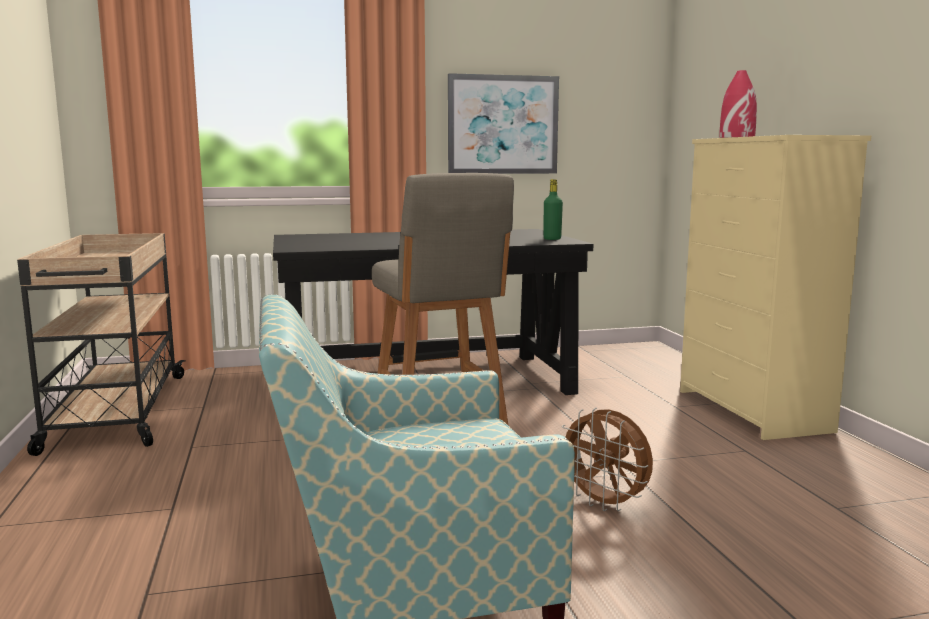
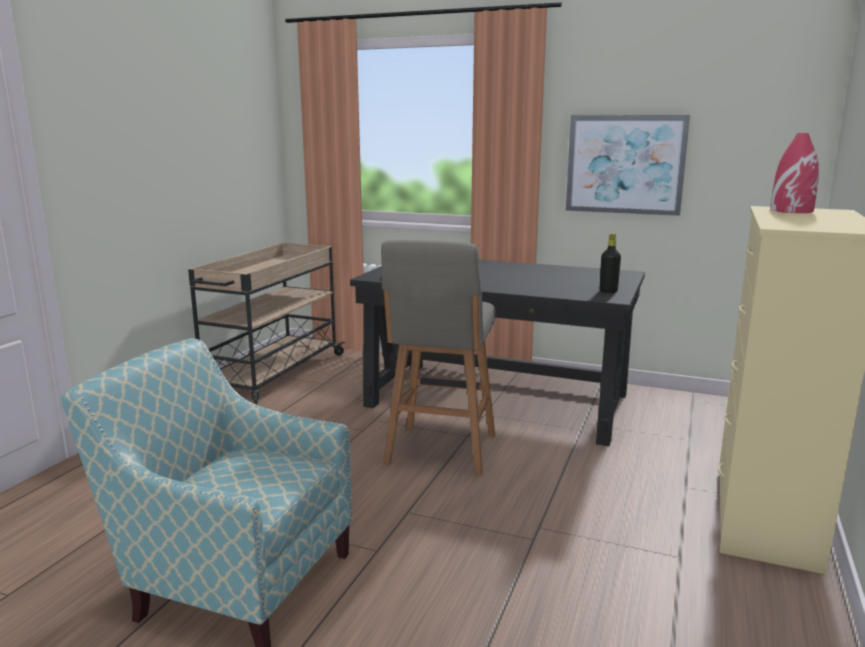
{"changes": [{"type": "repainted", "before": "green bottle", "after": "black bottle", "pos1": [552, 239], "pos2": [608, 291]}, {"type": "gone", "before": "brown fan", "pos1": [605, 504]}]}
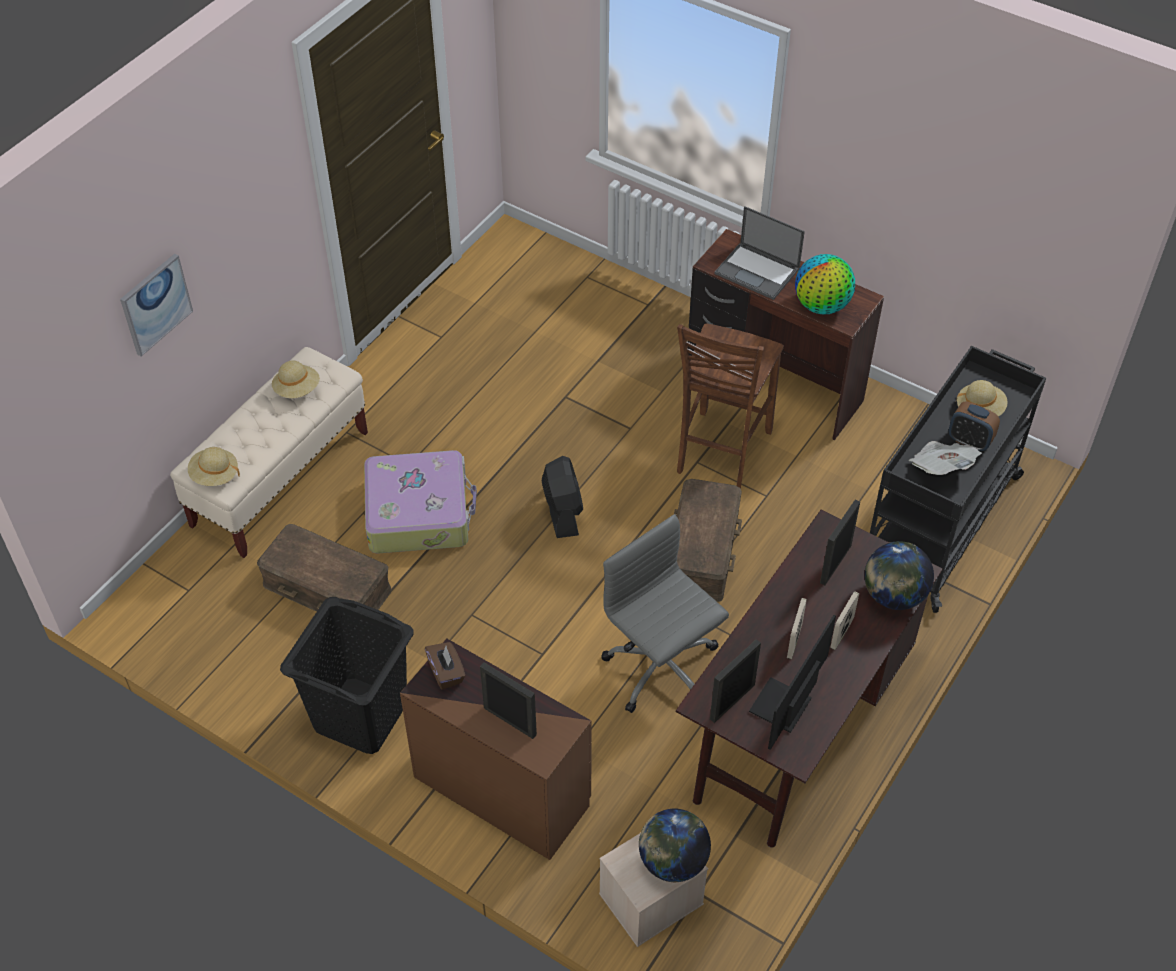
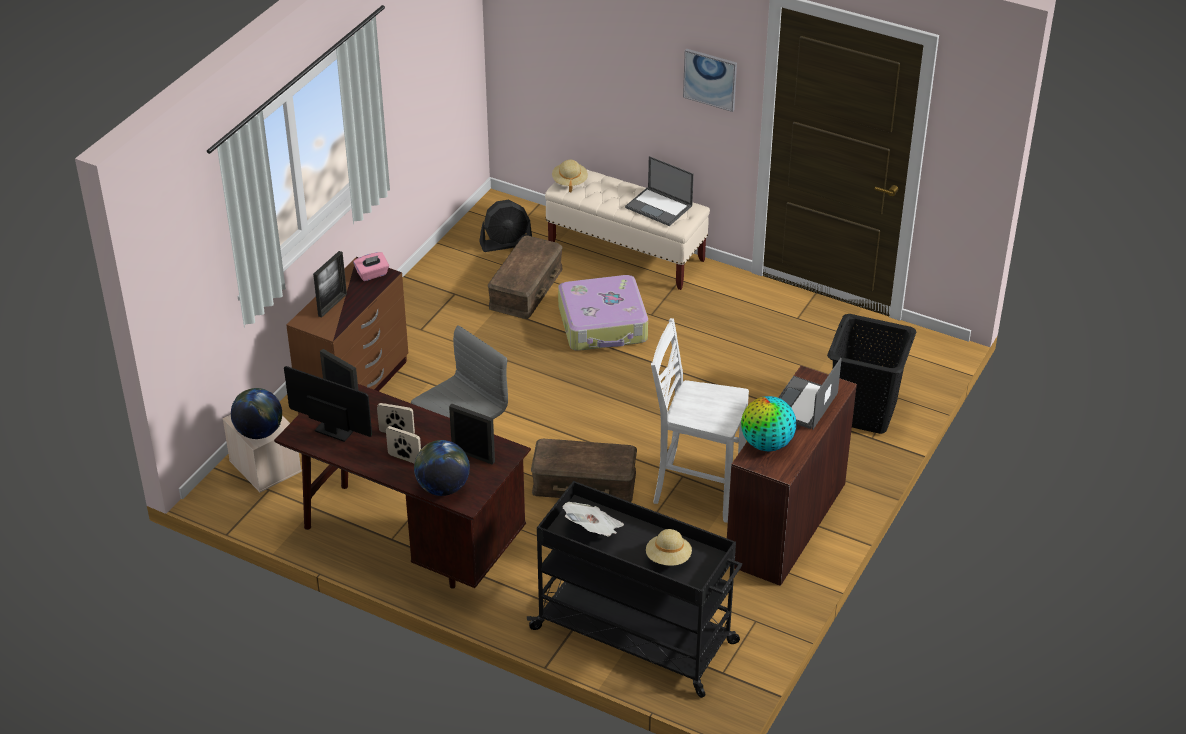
{"changes": [{"type": "shifted", "before": "picture", "pos1": [155, 304], "pos2": [710, 79]}, {"type": "swapped", "before": "beige hat", "after": "laptop", "pos1": [297, 389], "pos2": [659, 207]}, {"type": "shifted", "before": "black laundry basket", "pos1": [360, 716], "pos2": [863, 412]}, {"type": "repainted", "before": "brown tissue box", "after": "pink tissue box", "pos1": [446, 673], "pos2": [372, 274]}, {"type": "shifted", "before": "black fan", "pos1": [562, 511], "pos2": [506, 243]}, {"type": "repainted", "before": "brown chair", "after": "white chair", "pos1": [720, 453], "pos2": [696, 490]}, {"type": "gone", "before": "alarm clock", "pos1": [969, 441]}]}
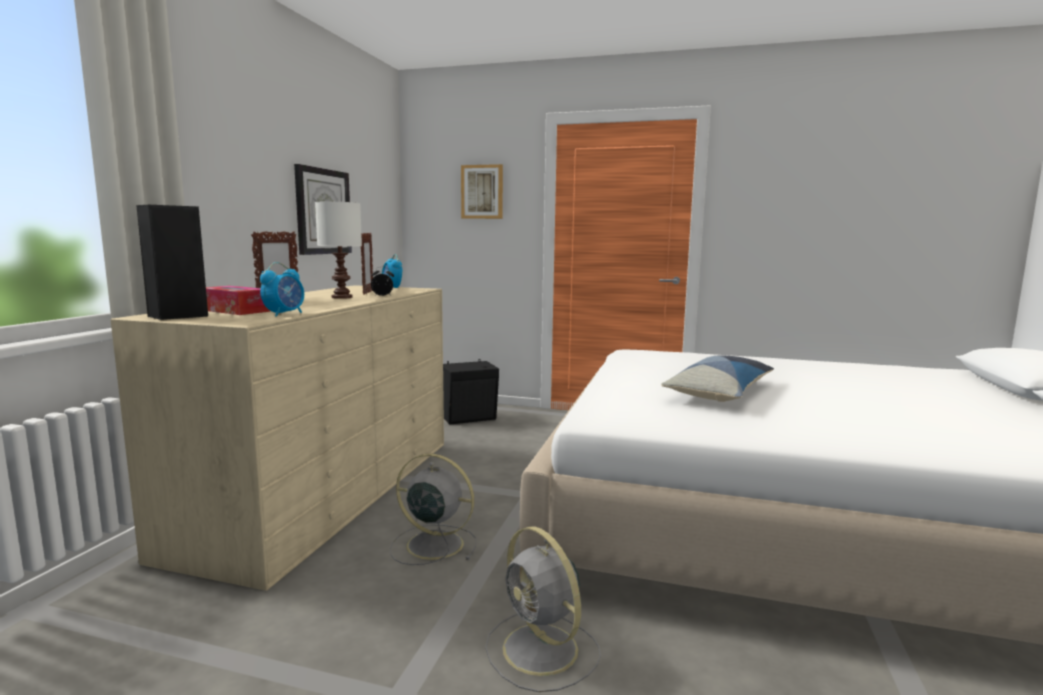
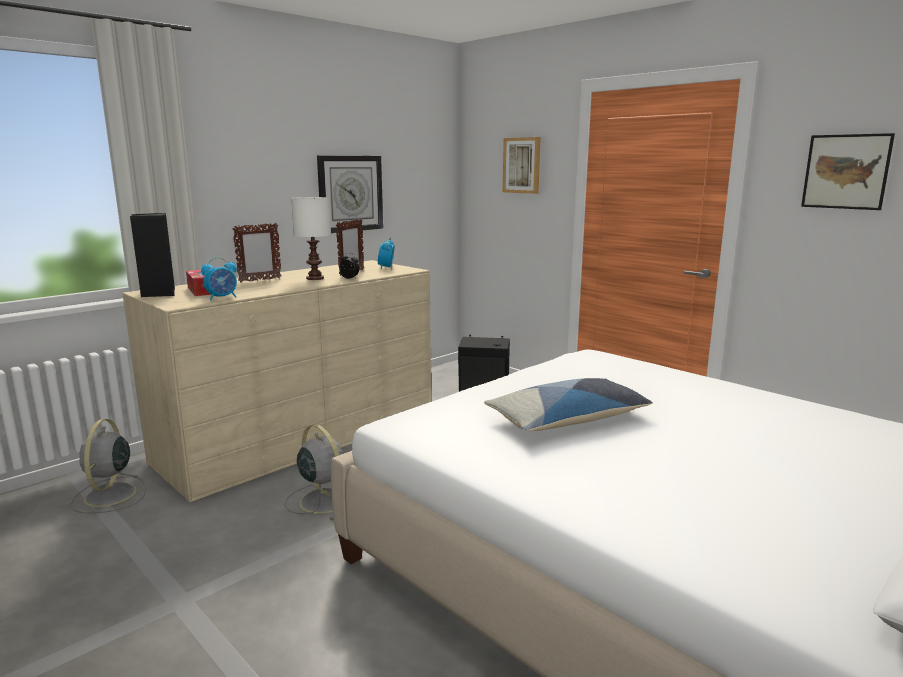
{"changes": [{"type": "shifted", "before": "grey fan", "pos1": [542, 651], "pos2": [109, 496]}, {"type": "new", "after": "picture", "pos2": [846, 171]}]}
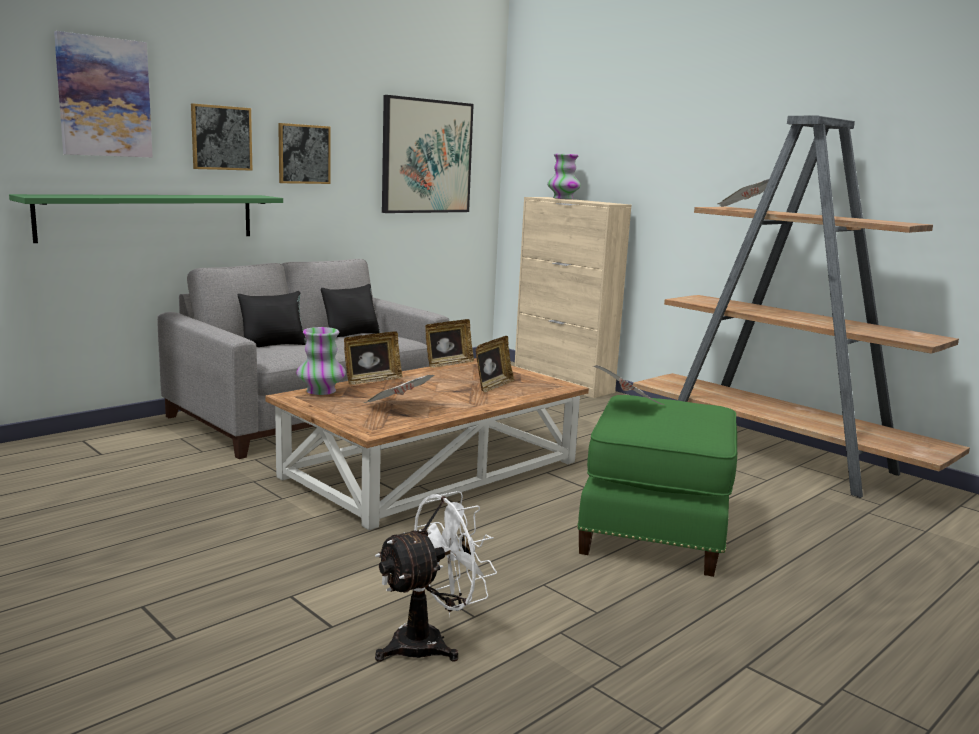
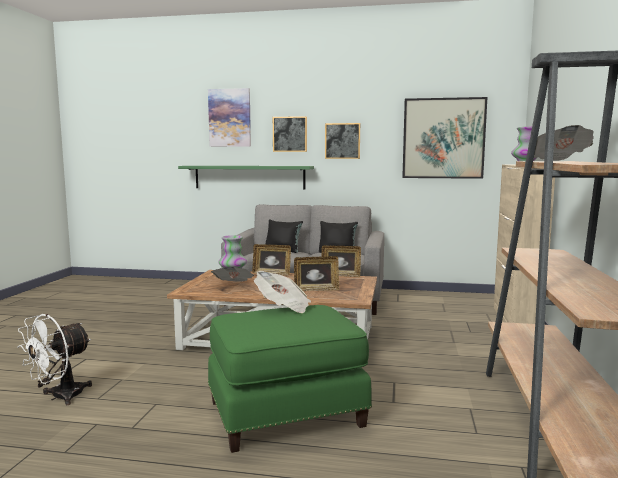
{"changes": [{"type": "rotated", "before": "white fan", "pos1": [430, 642], "pos2": [59, 397], "turn": 105}]}
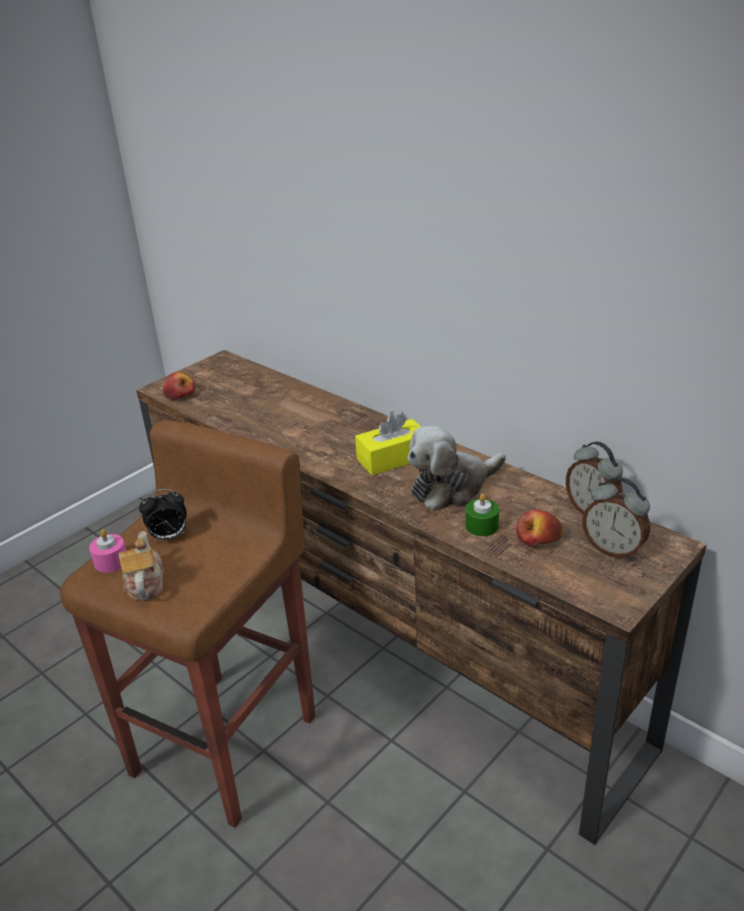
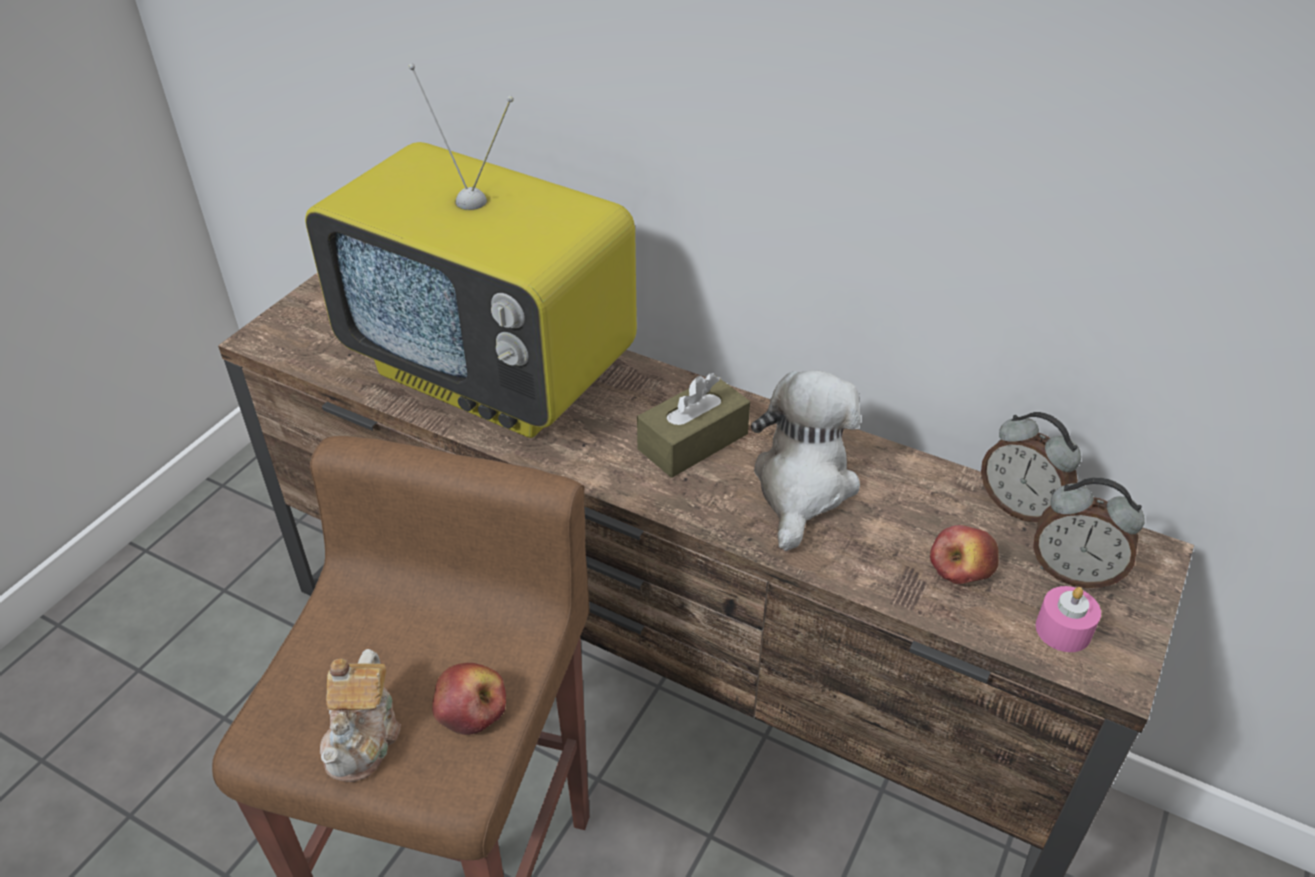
{"changes": [{"type": "shifted", "before": "pink candle", "pos1": [111, 561], "pos2": [1063, 630]}, {"type": "rotated", "before": "teapot", "pos1": [144, 583], "pos2": [364, 737], "turn": -150}, {"type": "gone", "before": "alarm clock", "pos1": [169, 537]}, {"type": "shifted", "before": "apple", "pos1": [180, 394], "pos2": [470, 707]}, {"type": "repainted", "before": "yellow tissue box", "after": "brown tissue box", "pos1": [392, 458], "pos2": [693, 441]}, {"type": "rotated", "before": "plush toy", "pos1": [452, 487], "pos2": [802, 486], "turn": 150}, {"type": "gone", "before": "green candle", "pos1": [481, 526]}, {"type": "new", "after": "television", "pos2": [494, 373]}]}
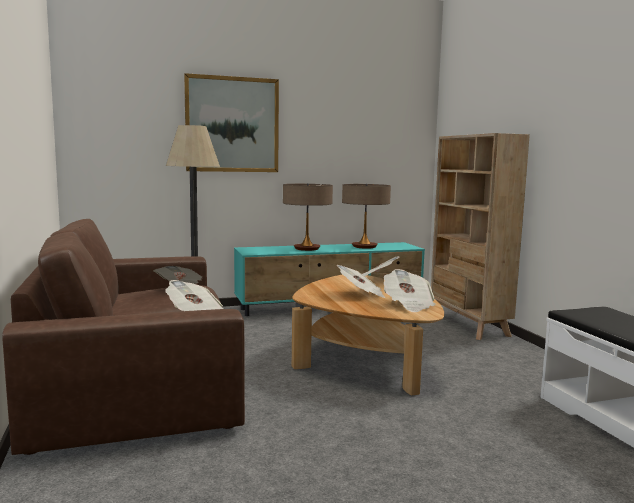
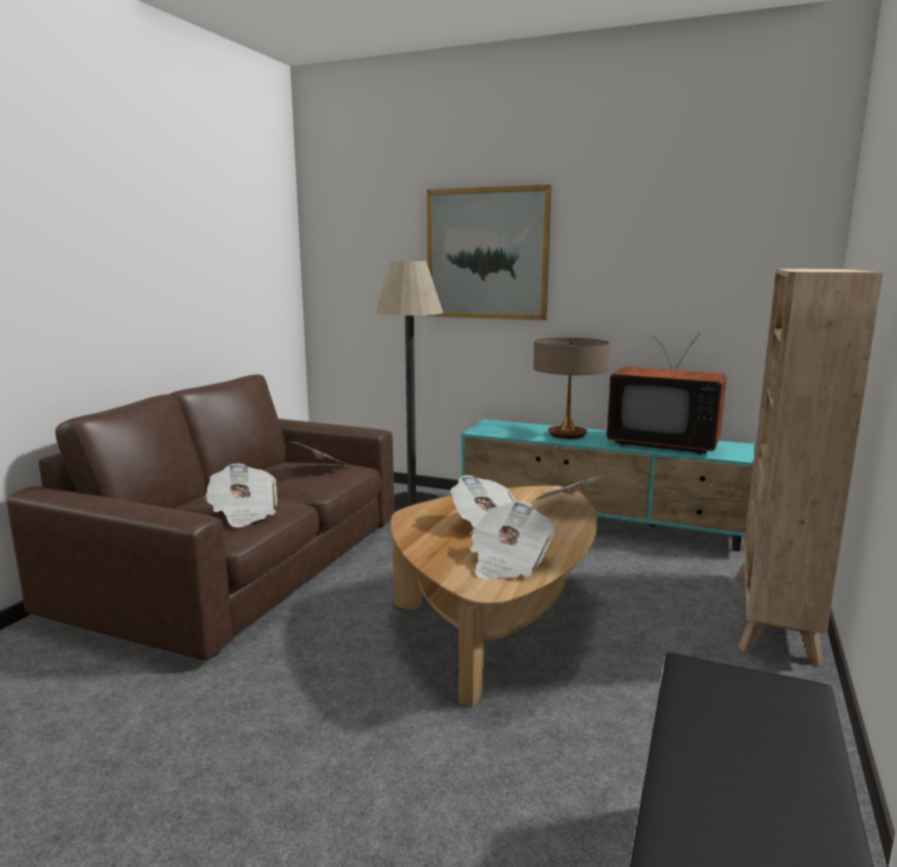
{"changes": [{"type": "swapped", "before": "table lamp", "after": "television", "pos1": [364, 246], "pos2": [662, 443]}]}
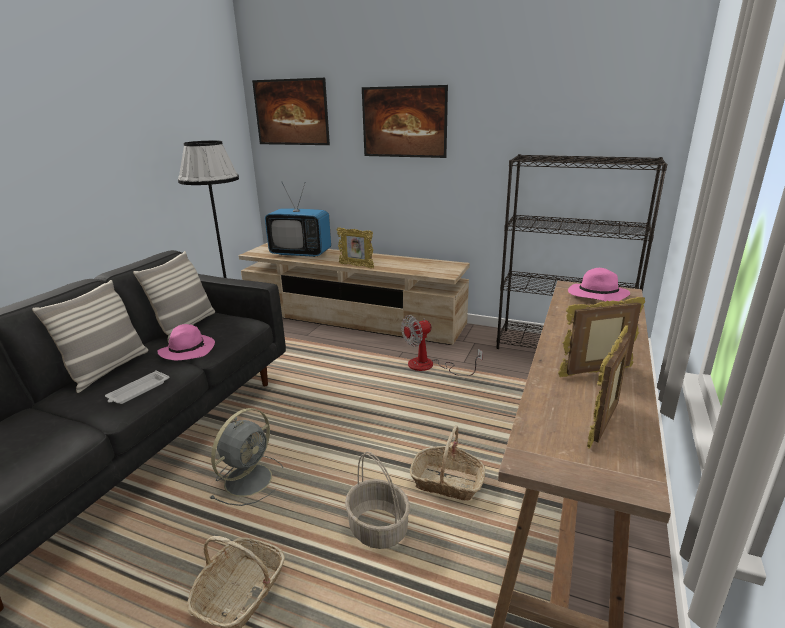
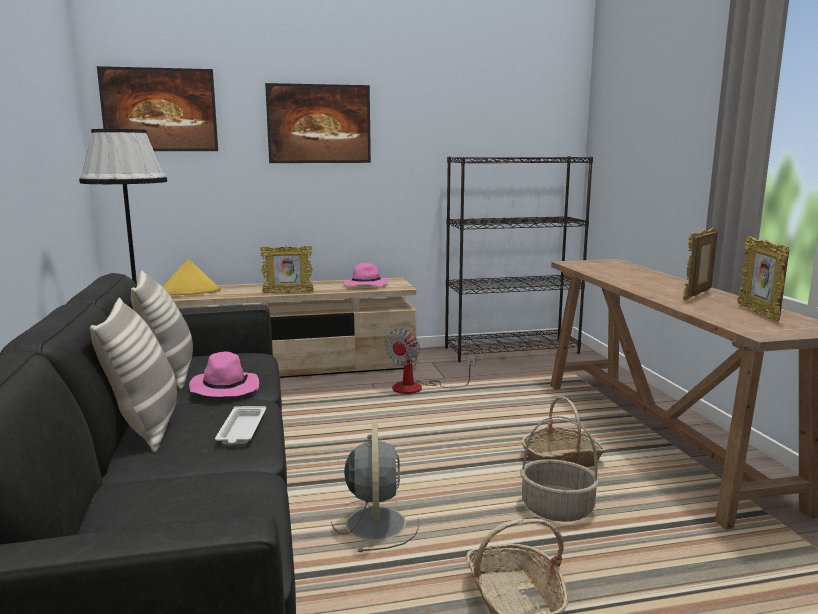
{"changes": [{"type": "swapped", "before": "television", "after": "yellow hat", "pos1": [301, 253], "pos2": [189, 292]}, {"type": "shifted", "before": "pink hat", "pos1": [596, 296], "pos2": [365, 285]}]}
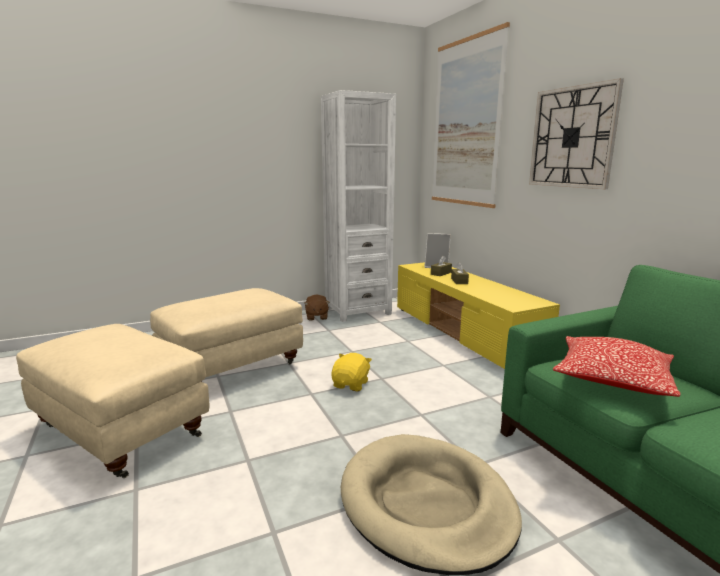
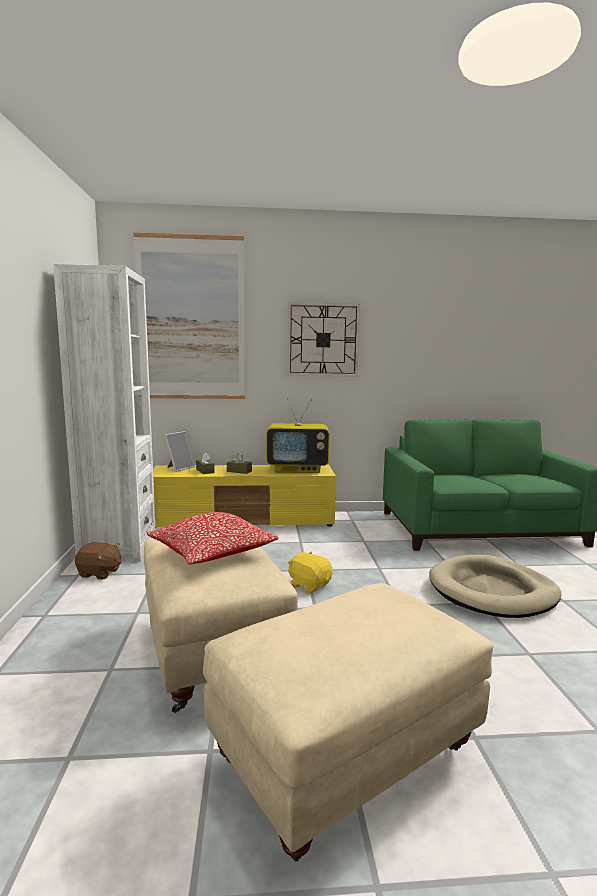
{"changes": [{"type": "shifted", "before": "pillow", "pos1": [612, 379], "pos2": [212, 552]}, {"type": "new", "after": "television", "pos2": [298, 469]}]}
